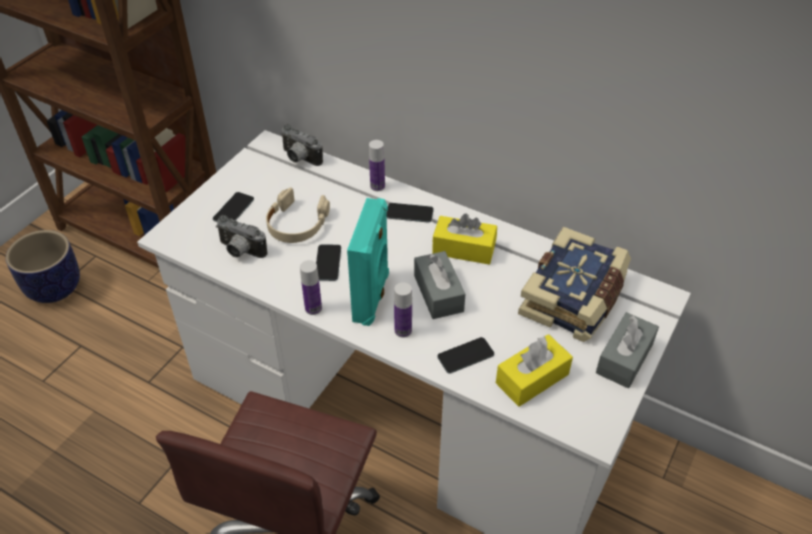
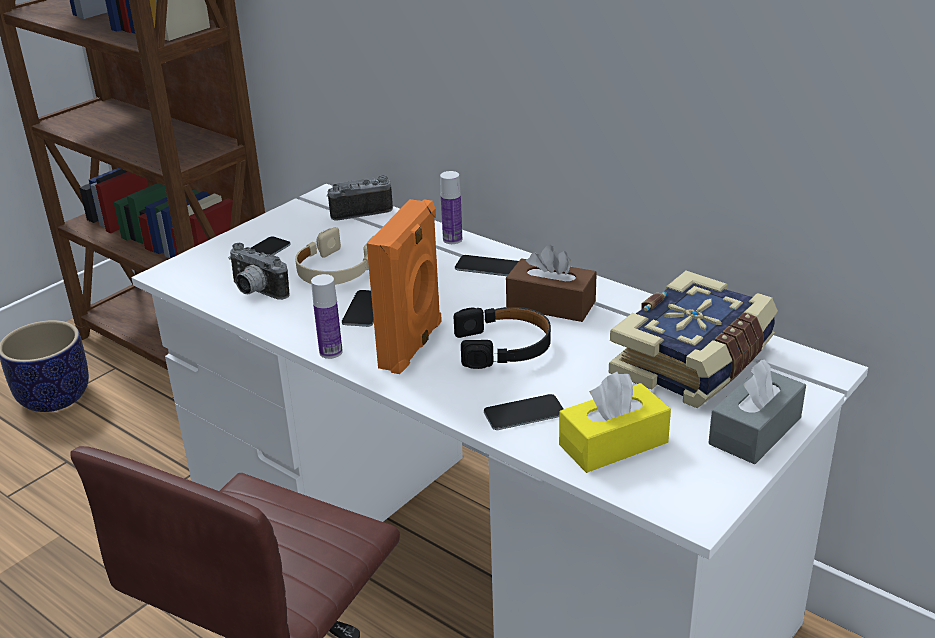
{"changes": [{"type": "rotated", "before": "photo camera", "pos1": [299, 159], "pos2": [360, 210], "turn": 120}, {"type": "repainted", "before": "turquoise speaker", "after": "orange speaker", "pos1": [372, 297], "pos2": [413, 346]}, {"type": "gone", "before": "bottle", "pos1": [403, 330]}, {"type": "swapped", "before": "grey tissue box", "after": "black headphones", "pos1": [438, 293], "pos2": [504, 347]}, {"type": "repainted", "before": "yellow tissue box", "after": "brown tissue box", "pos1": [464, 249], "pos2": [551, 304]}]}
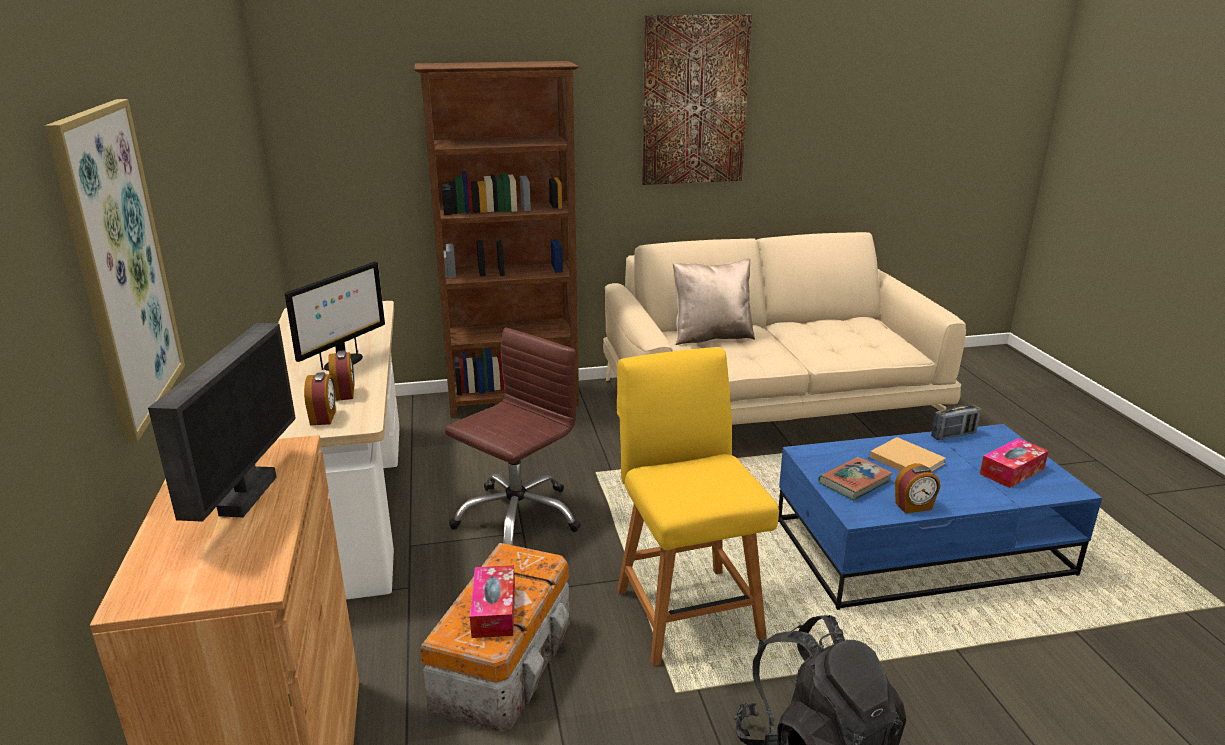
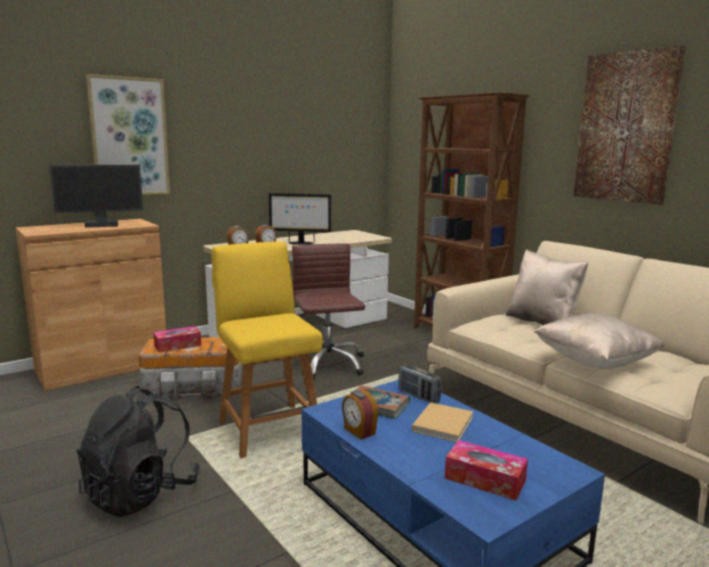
{"changes": [{"type": "rotated", "before": "brown office chair", "pos1": [517, 516], "pos2": [327, 364], "turn": -120}, {"type": "rotated", "before": "yellow chair", "pos1": [686, 610], "pos2": [268, 428], "turn": -75}, {"type": "shifted", "before": "radio", "pos1": [953, 435], "pos2": [418, 396]}, {"type": "new", "after": "beige pillow", "pos2": [595, 362]}]}
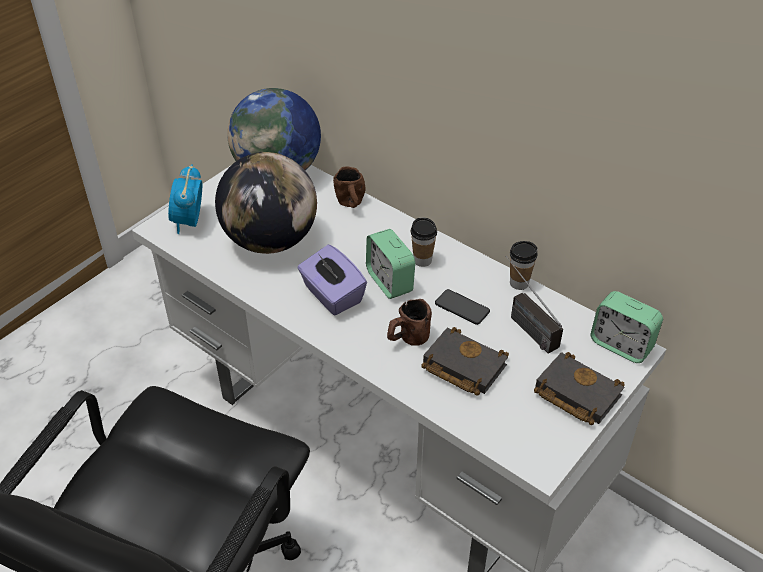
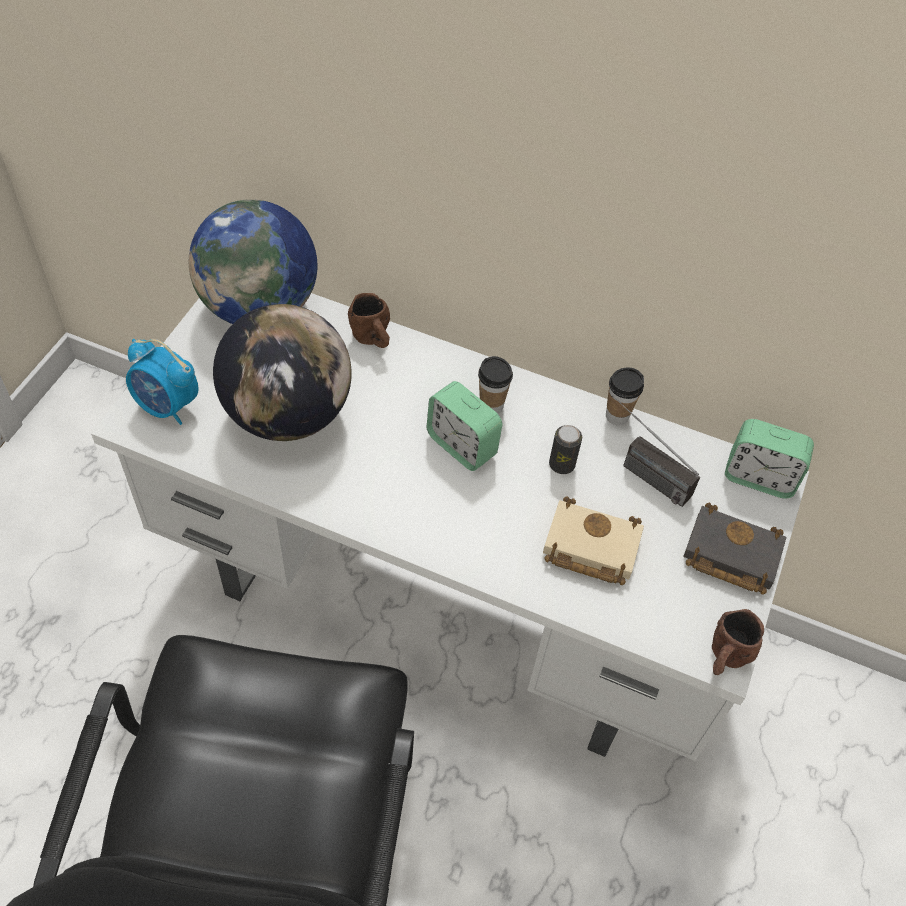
{"changes": [{"type": "rotated", "before": "alarm clock", "pos1": [189, 222], "pos2": [167, 406], "turn": -45}, {"type": "gone", "before": "purple tissue box", "pos1": [332, 295]}, {"type": "shifted", "before": "brown mug", "pos1": [407, 339], "pos2": [724, 660]}, {"type": "repainted", "before": "black book", "after": "beige book", "pos1": [461, 366], "pos2": [588, 547]}, {"type": "swapped", "before": "phone", "after": "can", "pos1": [462, 308], "pos2": [561, 464]}]}
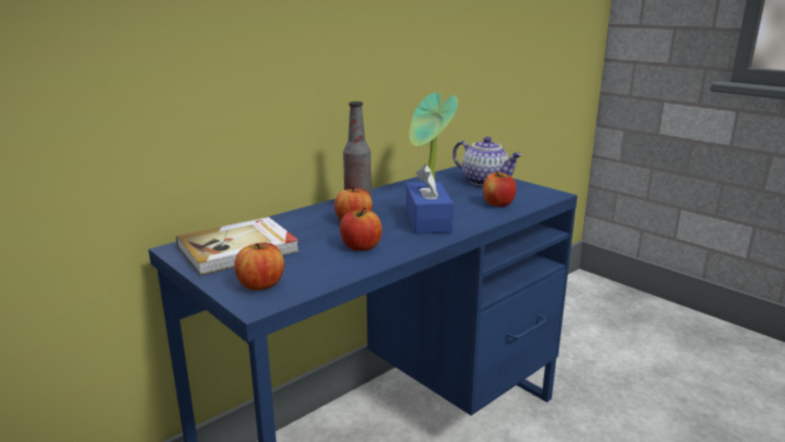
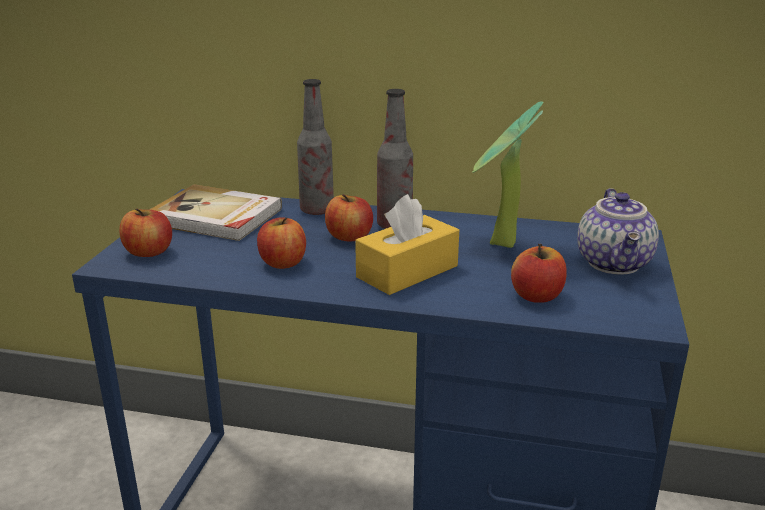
{"changes": [{"type": "repainted", "before": "blue tissue box", "after": "yellow tissue box", "pos1": [428, 220], "pos2": [407, 271]}, {"type": "new", "after": "bottle", "pos2": [317, 210]}]}
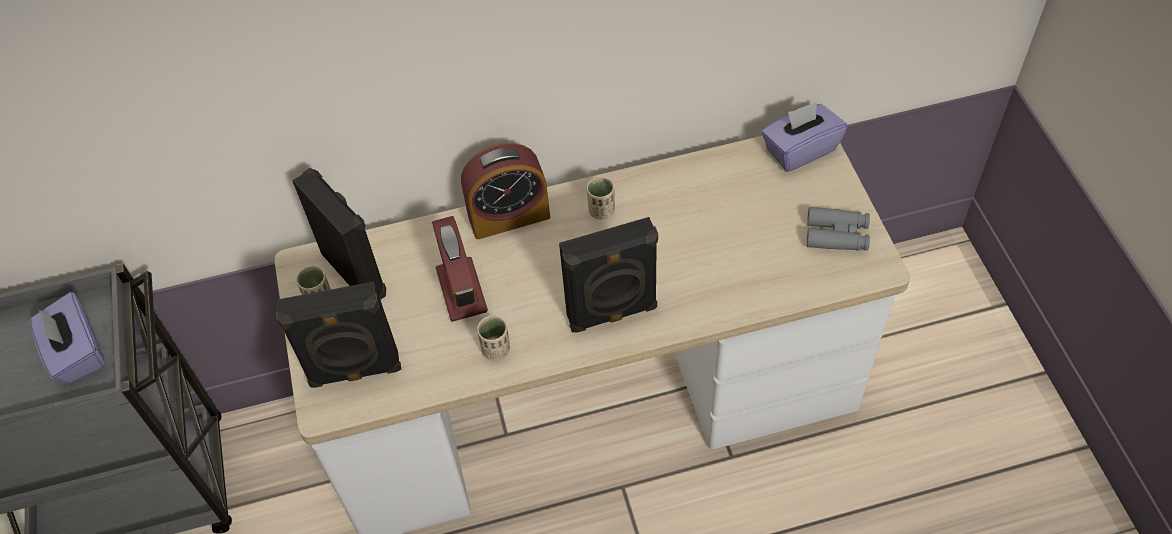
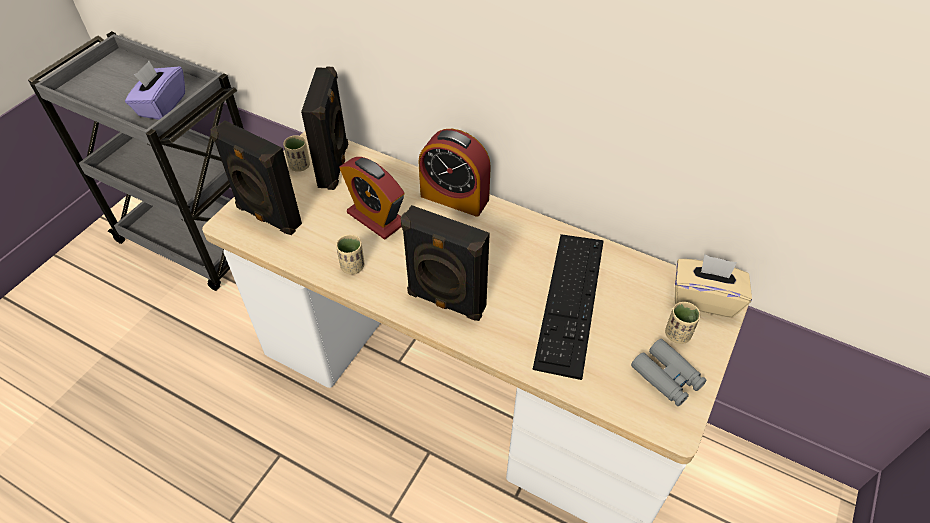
{"changes": [{"type": "rotated", "before": "alarm clock", "pos1": [461, 290], "pos2": [376, 218], "turn": -75}, {"type": "shifted", "before": "beige cup", "pos1": [601, 211], "pos2": [677, 334]}, {"type": "repainted", "before": "purple tissue box", "after": "beige tissue box", "pos1": [800, 150], "pos2": [704, 298]}, {"type": "new", "after": "keyboard", "pos2": [570, 301]}]}
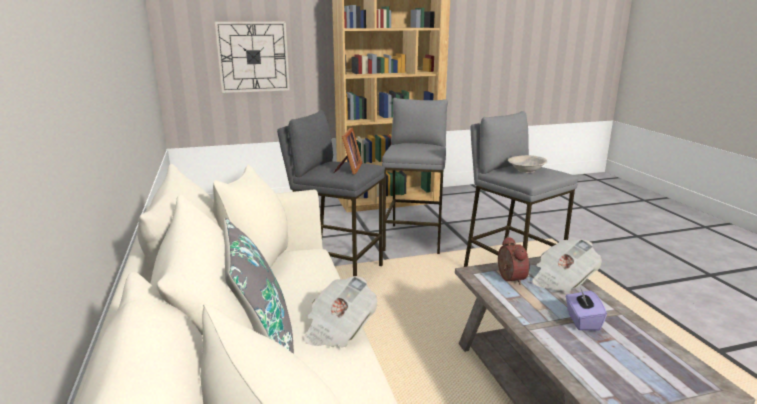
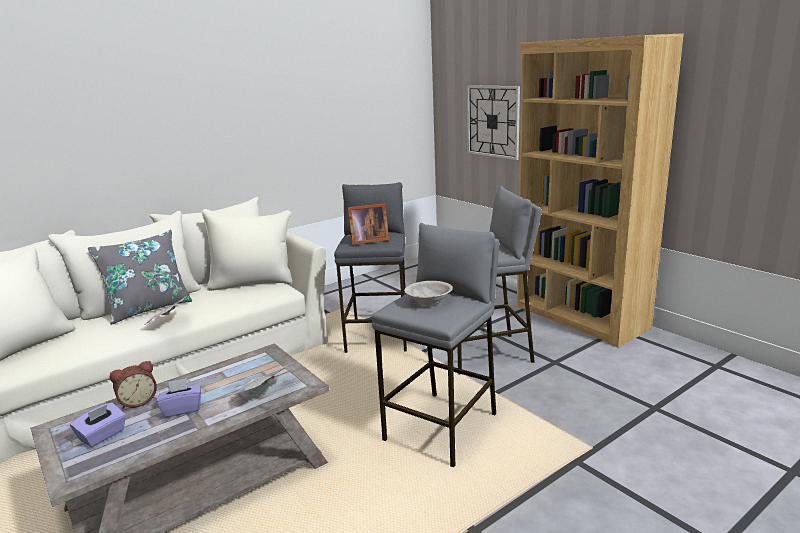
{"changes": [{"type": "shifted", "before": "alarm clock", "pos1": [509, 278], "pos2": [138, 401]}, {"type": "new", "after": "purple tissue box", "pos2": [103, 436]}]}
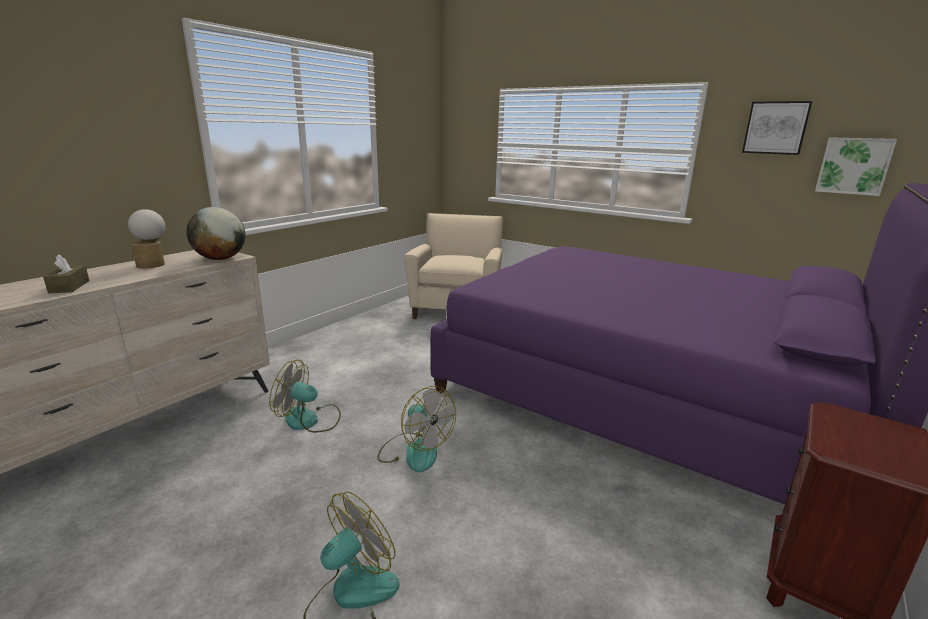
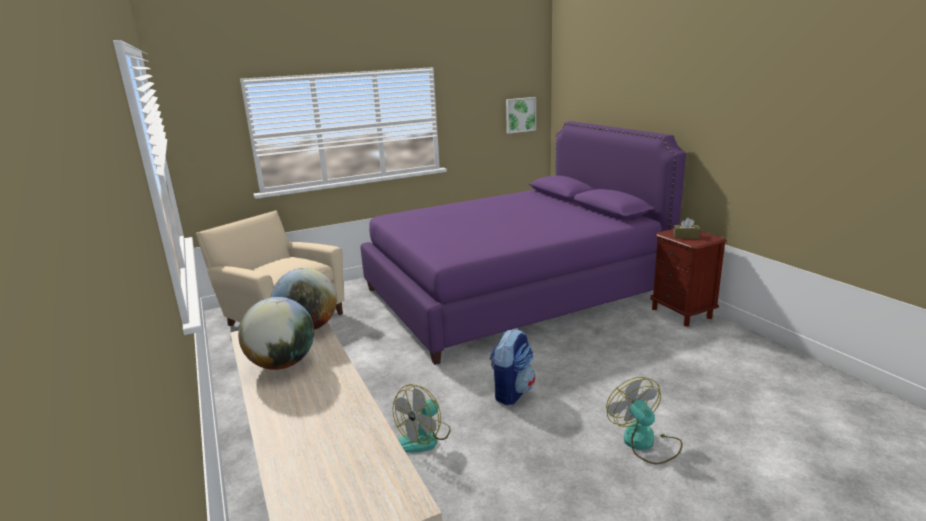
{"changes": [{"type": "shifted", "before": "brown tissue box", "pos1": [69, 287], "pos2": [686, 236]}, {"type": "swapped", "before": "table lamp", "after": "globe", "pos1": [154, 264], "pos2": [283, 364]}, {"type": "swapped", "before": "fan", "after": "backpack", "pos1": [415, 451], "pos2": [512, 392]}, {"type": "gone", "before": "picture", "pos1": [775, 128]}]}
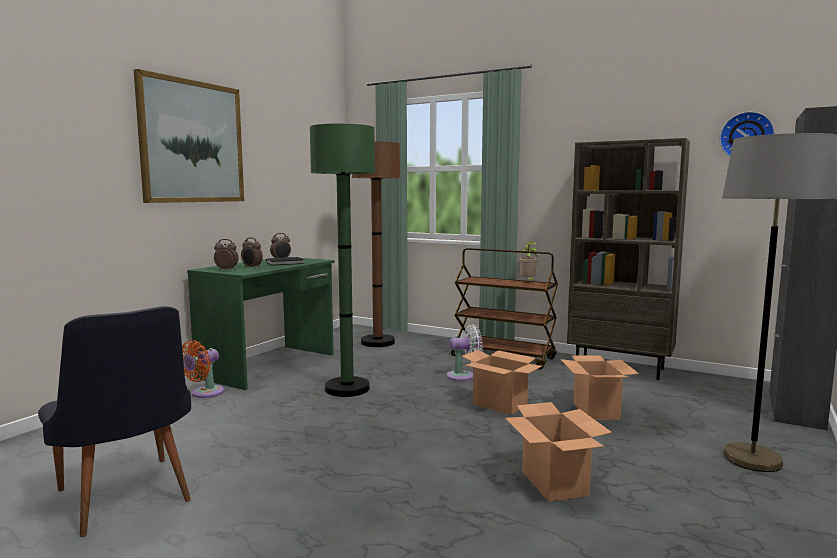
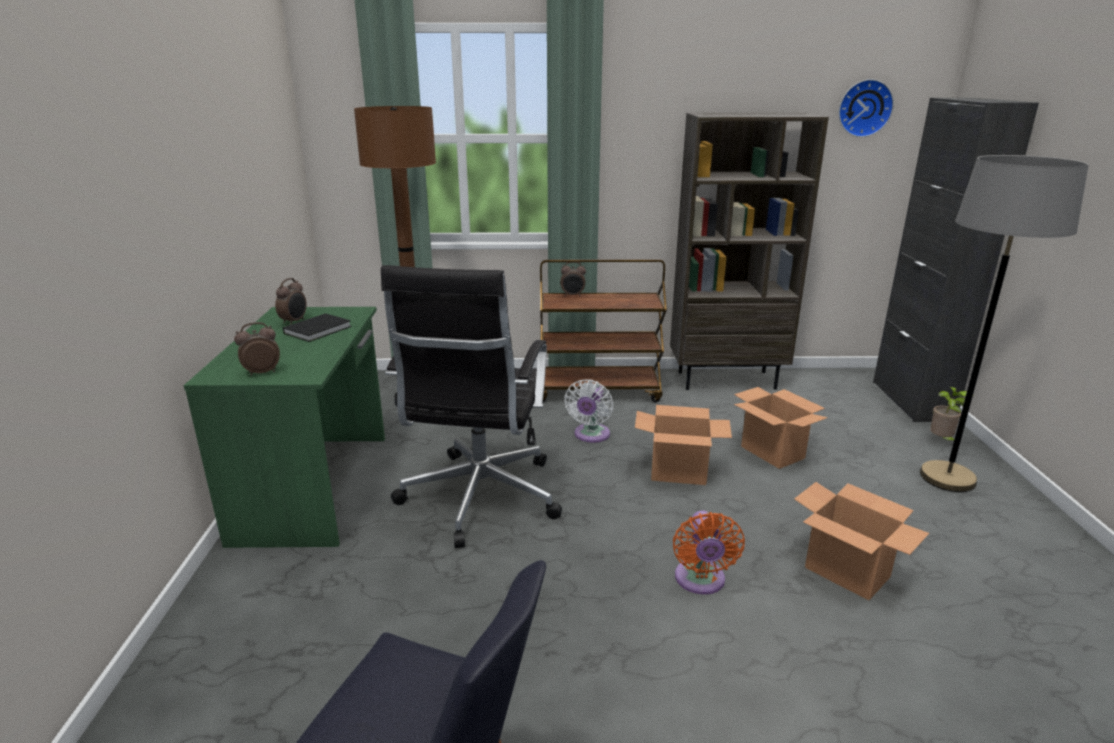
{"changes": [{"type": "gone", "before": "picture", "pos1": [192, 142]}, {"type": "shifted", "before": "orange fan", "pos1": [204, 393], "pos2": [700, 581]}, {"type": "shifted", "before": "alarm clock", "pos1": [252, 268], "pos2": [572, 295]}, {"type": "swapped", "before": "green floor lamp", "after": "black office chair", "pos1": [347, 389], "pos2": [479, 499]}, {"type": "rotated", "before": "white fan", "pos1": [463, 376], "pos2": [590, 435], "turn": 150}, {"type": "shifted", "before": "potted plant", "pos1": [528, 281], "pos2": [942, 441]}]}
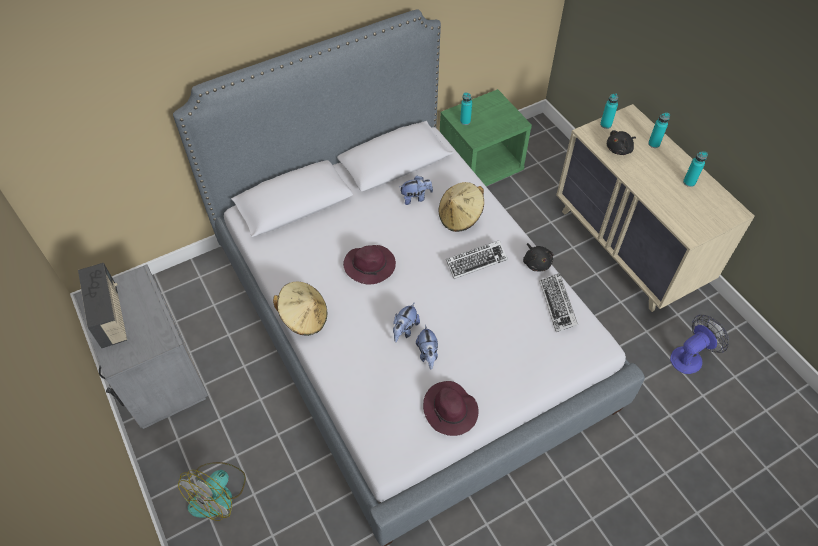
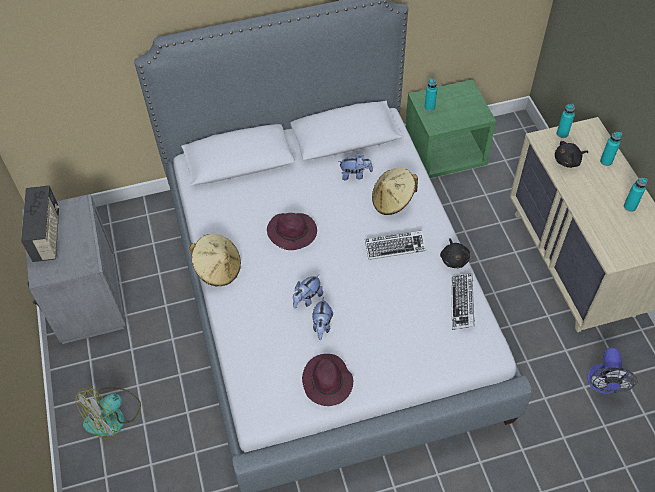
{"changes": [{"type": "rotated", "before": "fan", "pos1": [690, 357], "pos2": [603, 385], "turn": 120}]}
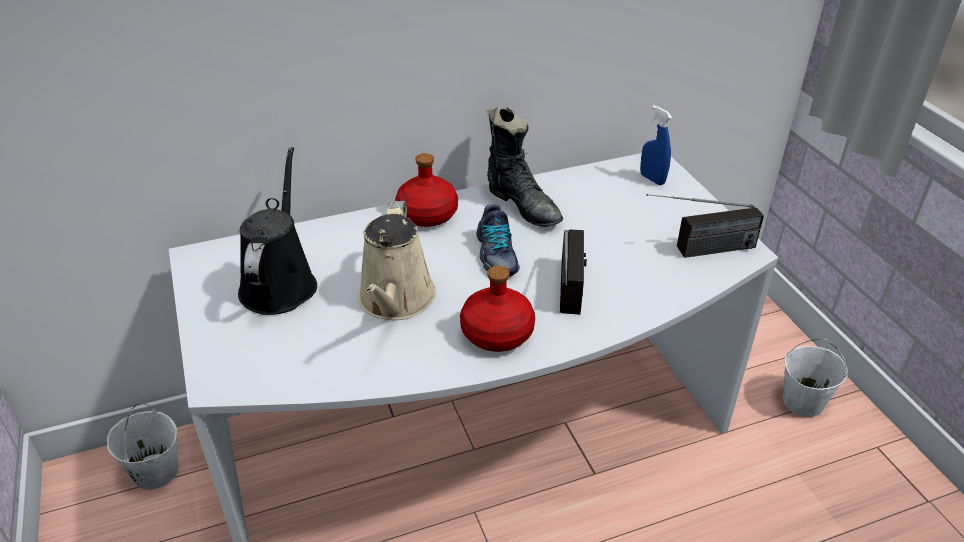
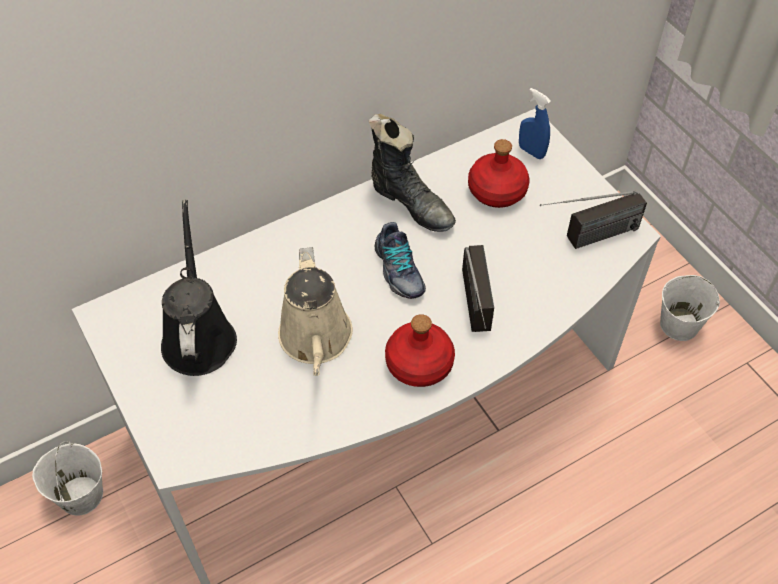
{"changes": [{"type": "shifted", "before": "red bottle", "pos1": [427, 215], "pos2": [497, 191]}]}
